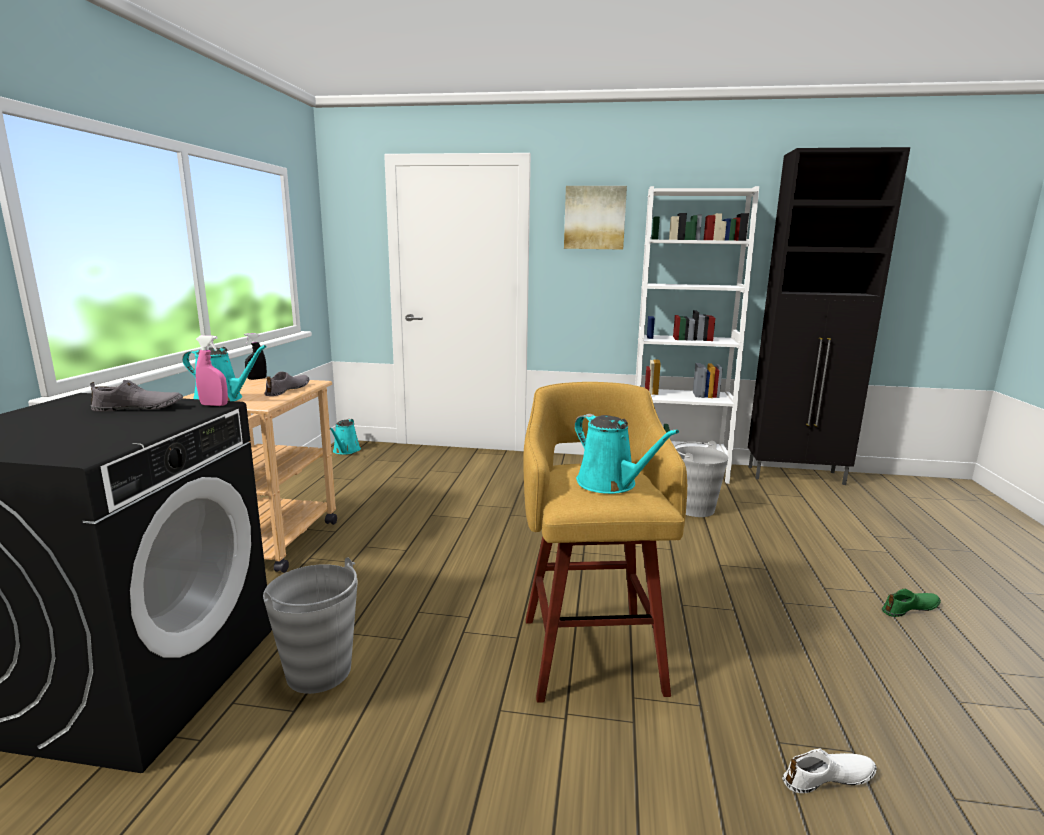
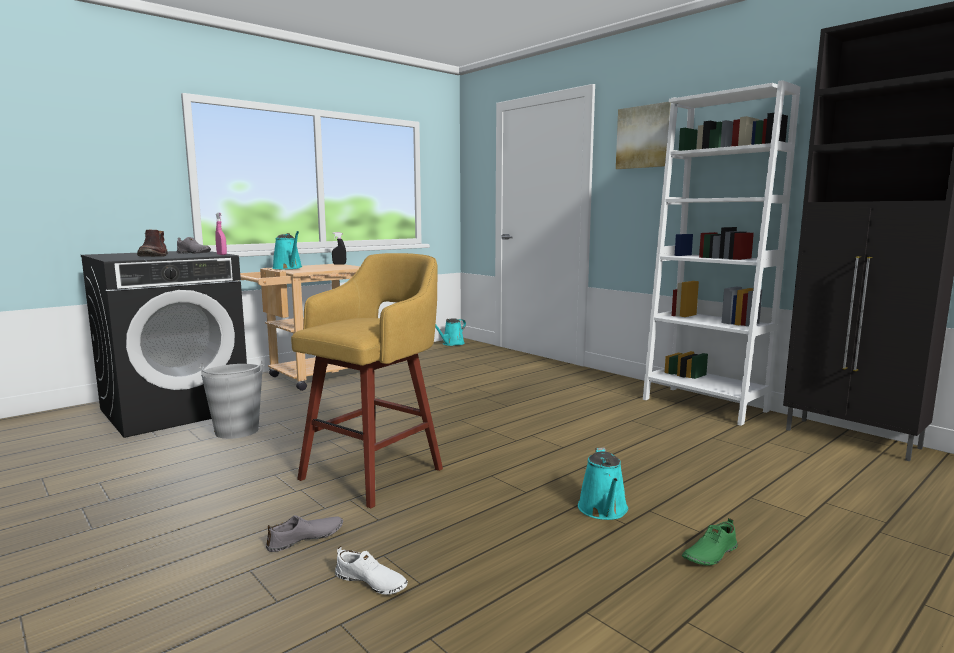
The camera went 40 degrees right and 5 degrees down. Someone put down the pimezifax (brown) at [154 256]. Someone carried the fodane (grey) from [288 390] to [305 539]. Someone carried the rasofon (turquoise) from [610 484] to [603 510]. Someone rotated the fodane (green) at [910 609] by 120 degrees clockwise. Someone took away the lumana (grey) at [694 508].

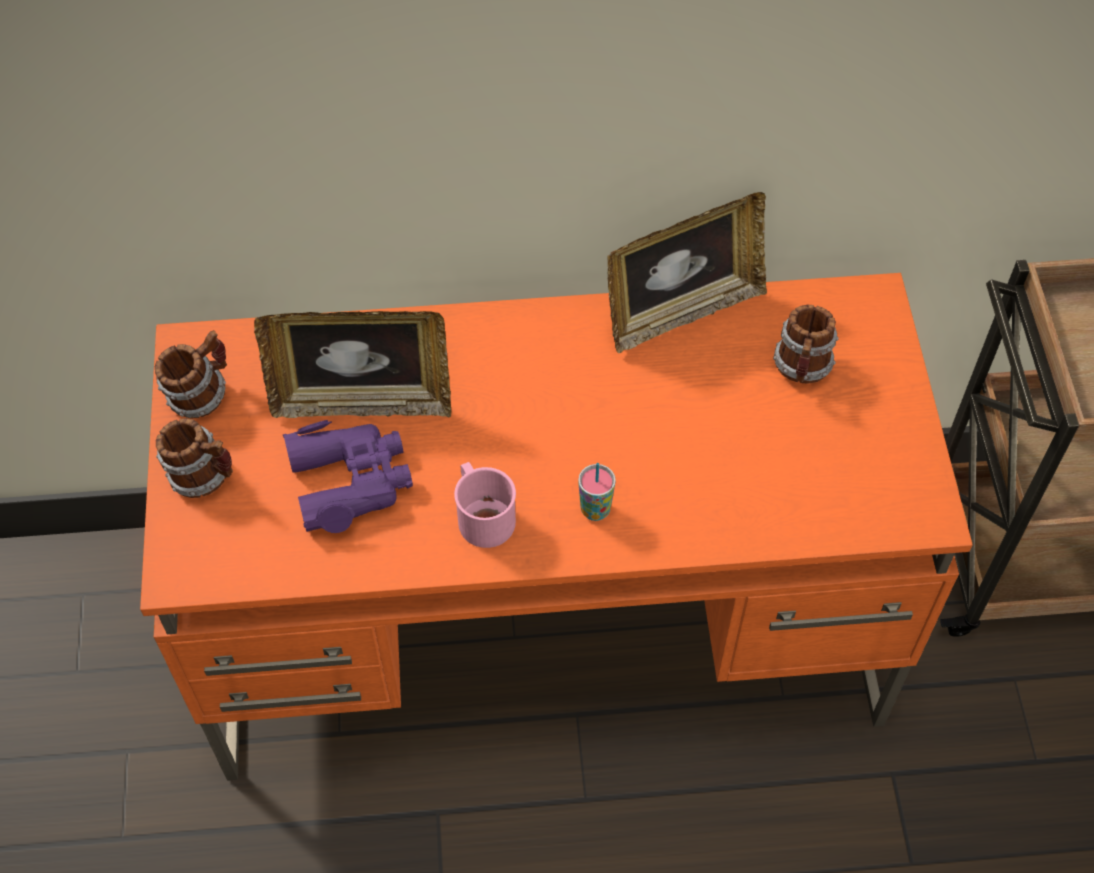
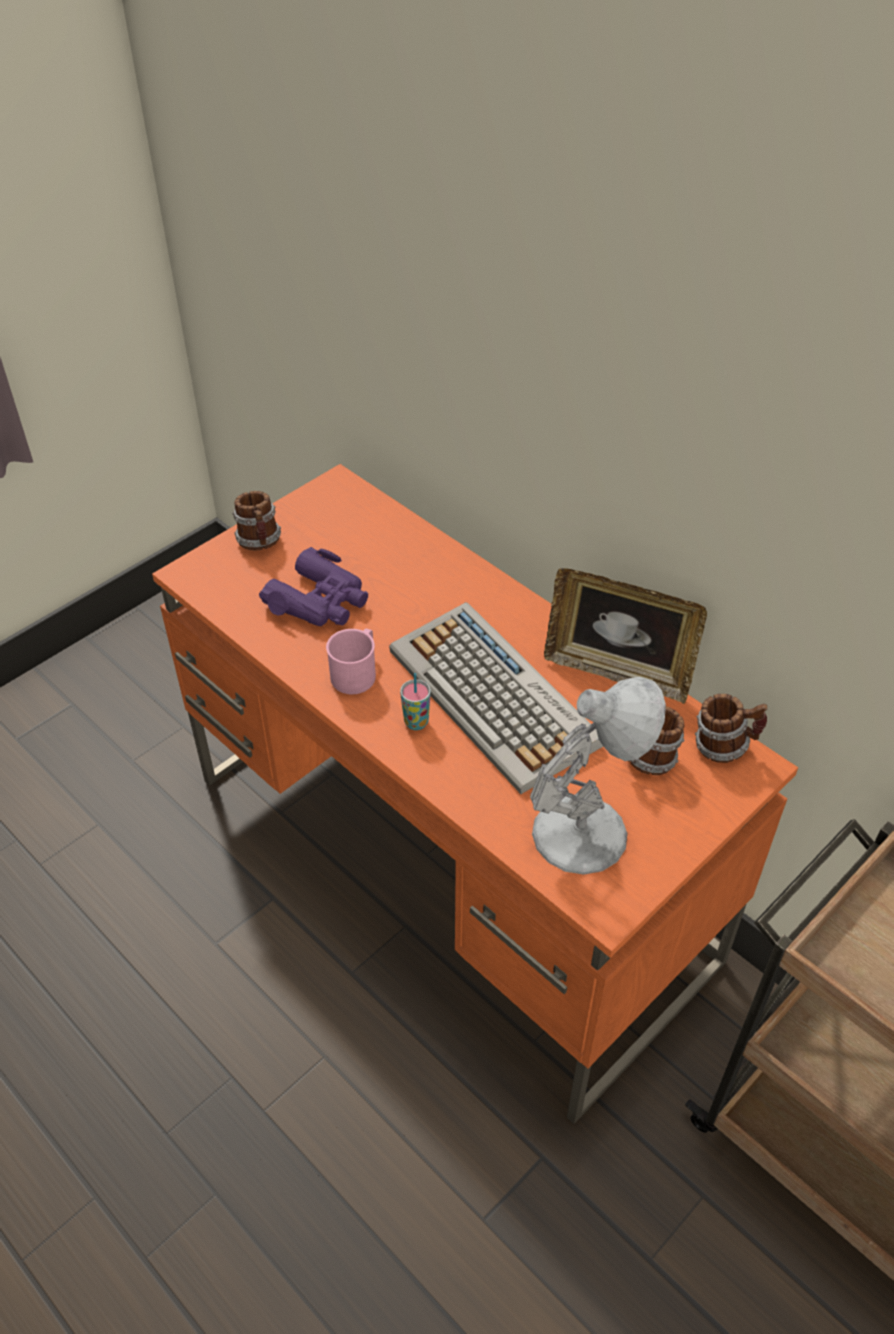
The camera went 50 degrees right and 10 degrees down. Someone put down the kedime at [495 698]. Someone put down the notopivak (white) at [585 832]. Someone carried the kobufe from [200 395] to [723 746]. Someone took away the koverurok at [362 402].

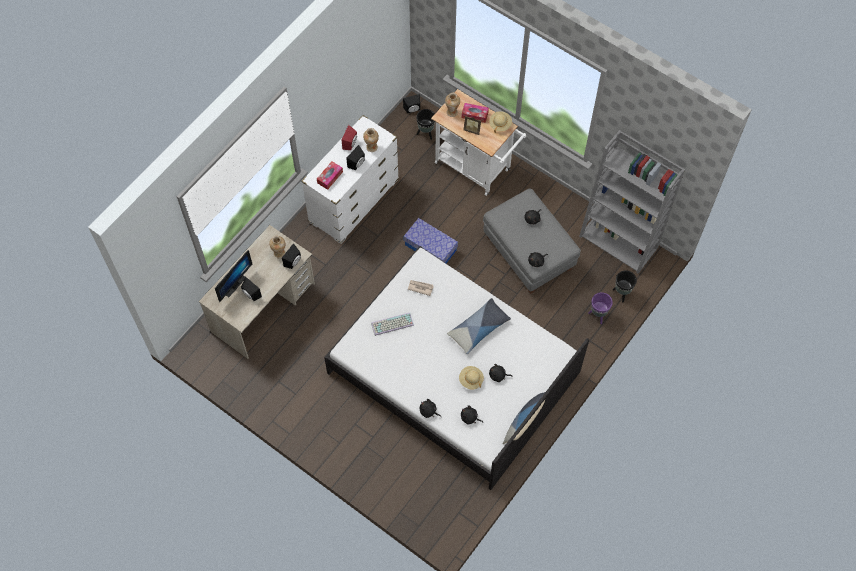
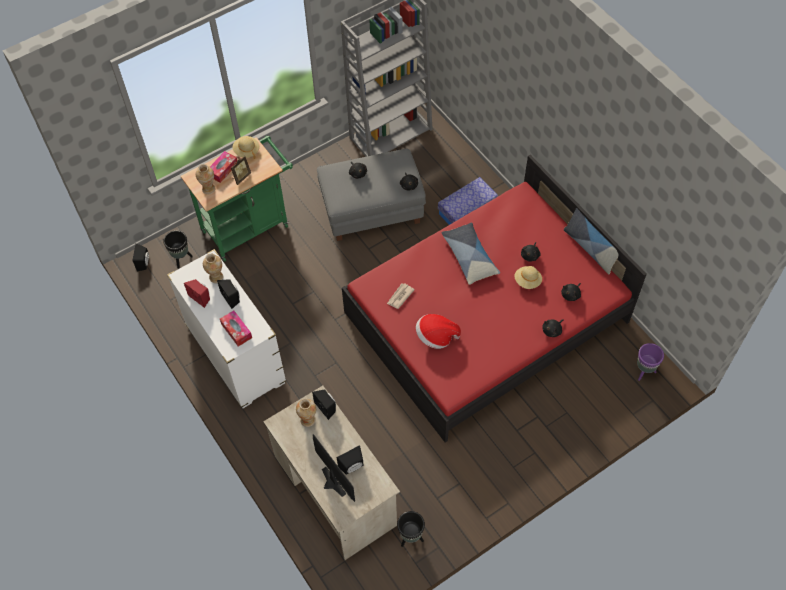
The camera went 70 degrees left and 5 degrees down. Someone repainted the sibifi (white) at [476 168], which became the sibifi (green) at [249 226]. Someone repainted the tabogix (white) at [454 372], which became the tabogix (red) at [486 316]. Someone carried the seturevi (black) from [622 293] to [411 537]. Someone swapped the kedime at [392 325] for the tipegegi at [436 337]. Someone carried the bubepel from [430 247] to [467 210]. Someone carried the seturevi (purple) from [598 315] to [644 372].

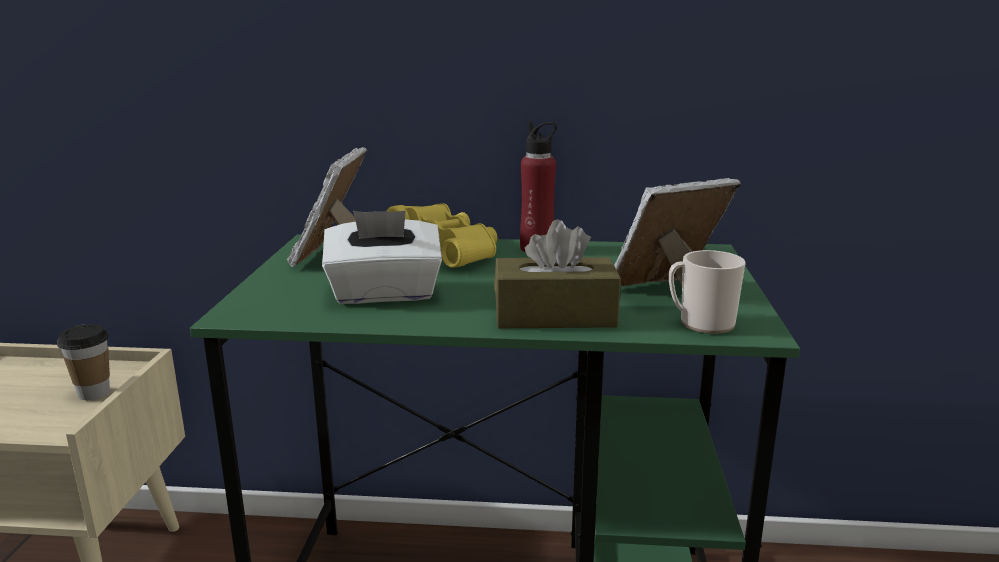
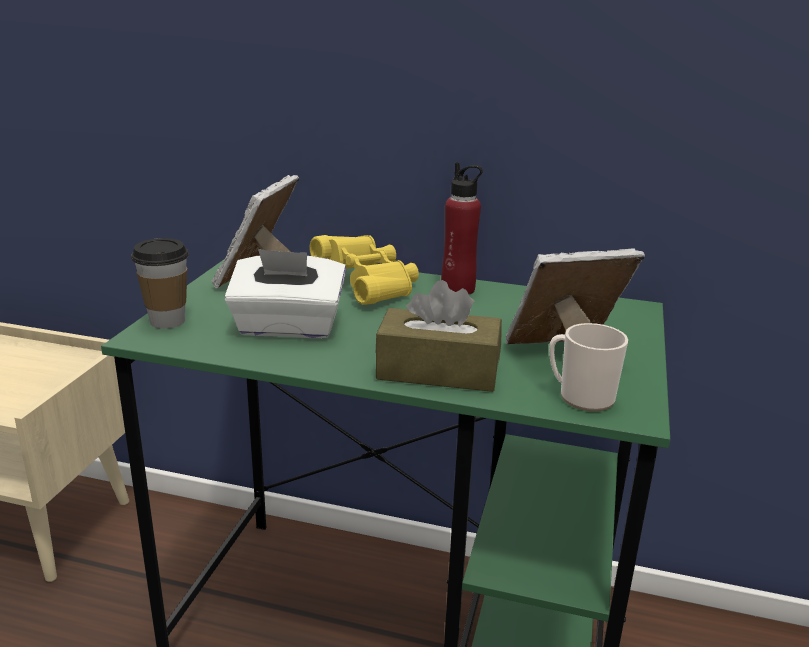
The camera went 10 degrees right and 5 degrees up. Someone carried the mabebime from [94 393] to [167 321].

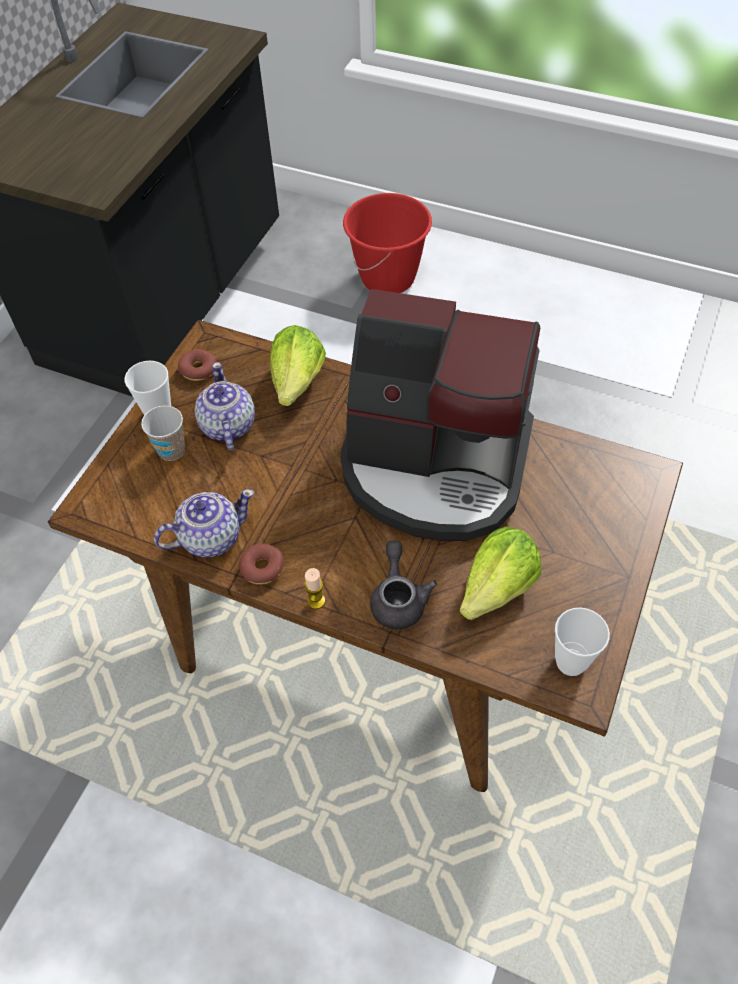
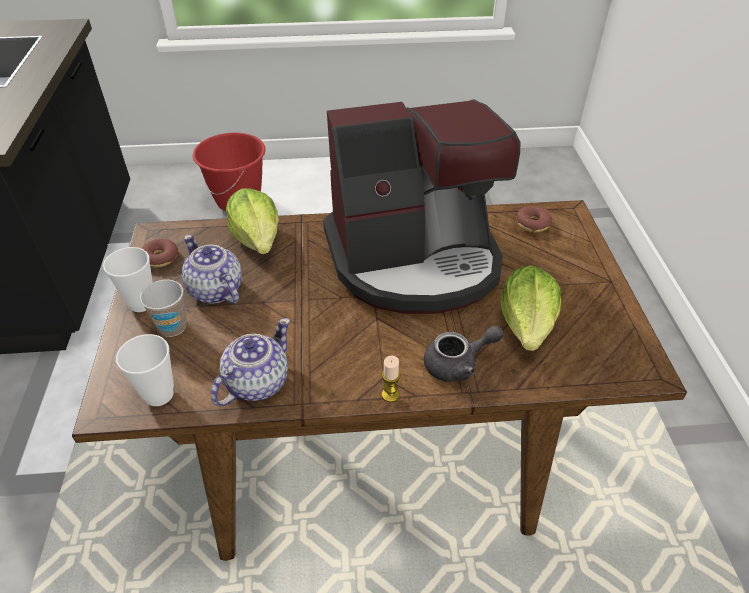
The camera went 30 degrees left and 10 degrees down. Someone carried the mabebime from [571 662] to [159 394]. Someone rotated the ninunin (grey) at [398 598] by 105 degrees clockwise. Someone carried the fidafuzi from [262 568] to [533 224].

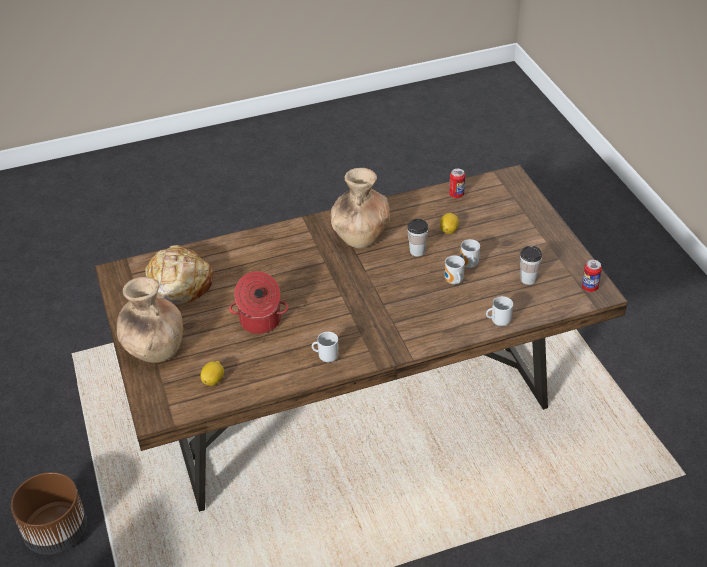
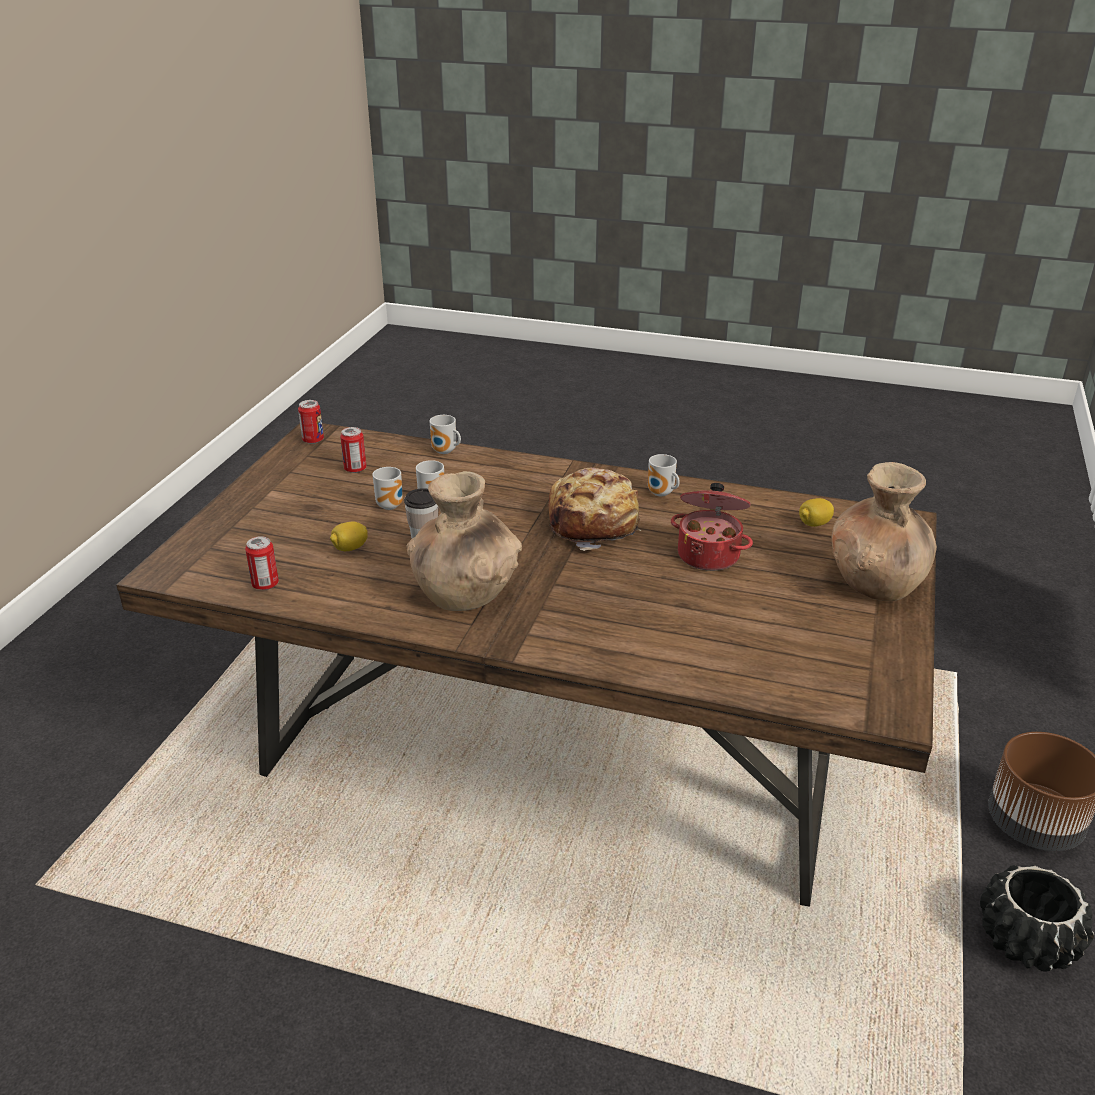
The camera went 145 degrees left and 10 degrees down. Someone swapped the mabebime at [528 279] for the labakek at [355 469]. Someone carried the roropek from [179 284] to [594 524]. Someone put down the seturevi (black) at [1027 942].

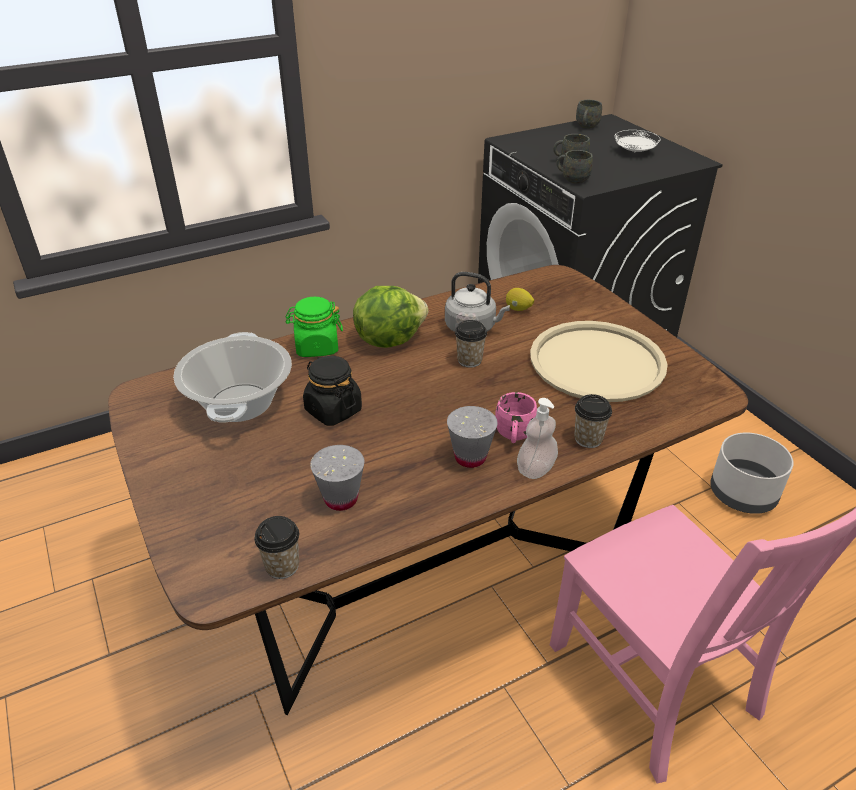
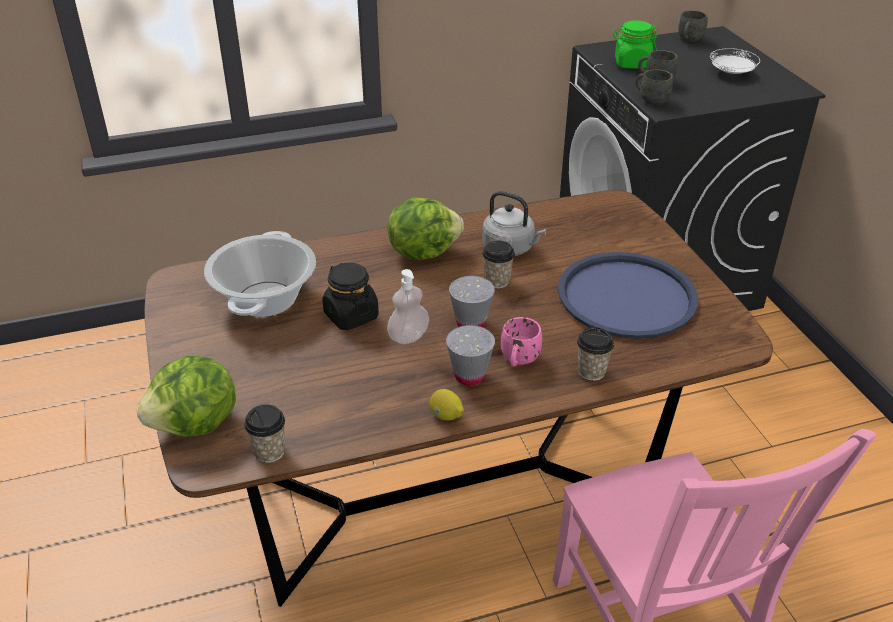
The camera went 10 degrees right and 0 degrees up. Someone put down the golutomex at [196 425]. Someone carried the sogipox from [535 469] to [408 337]. Someone carried the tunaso from [518 309] to [446 416]. Someone carried the mabebime (grey) from [341 499] to [471 323]. Someone repainted the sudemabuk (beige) at [596 362], which became the sudemabuk (blue) at [626 296]. Someone carried the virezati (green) from [316 347] to [632 63]. Someone took away the seturevi (grey) at [742 494].

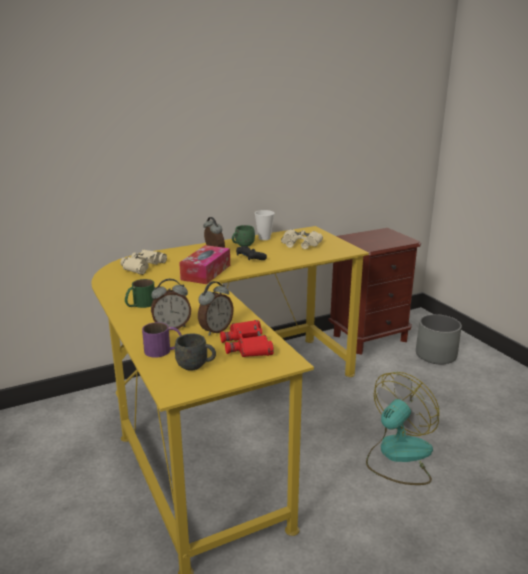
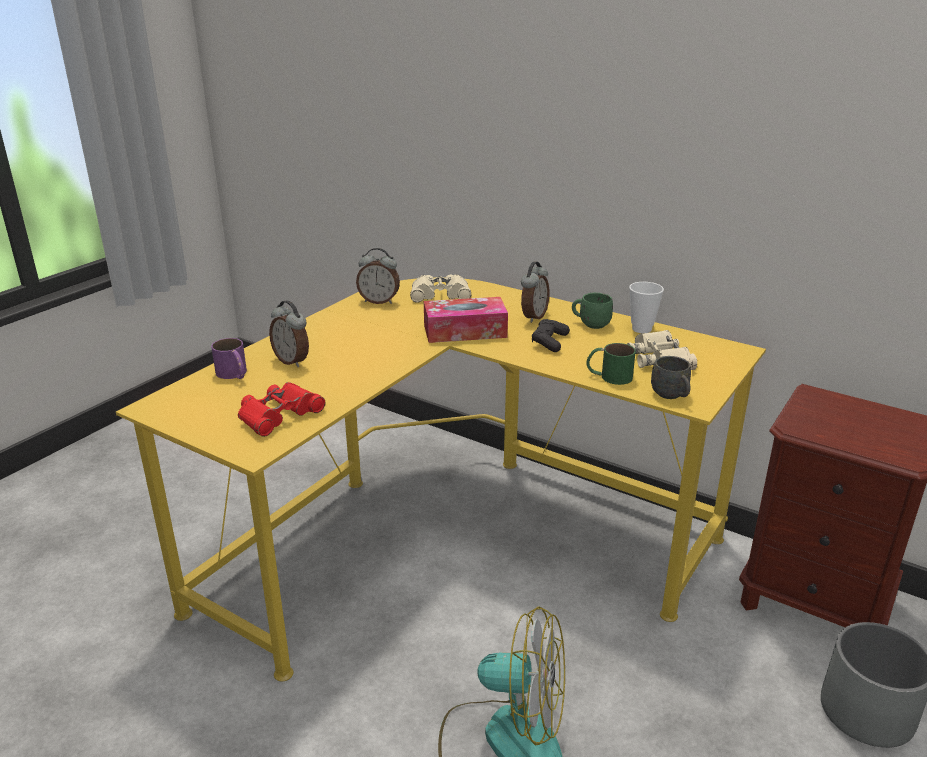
The camera went 60 degrees right and 5 degrees up. Someone carried the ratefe from [215 330] to [379 301]. Someone carried the kobufe (green) from [140 304] to [608 376]. Someone carried the kobufe (grey) from [196 365] to [671 396].

